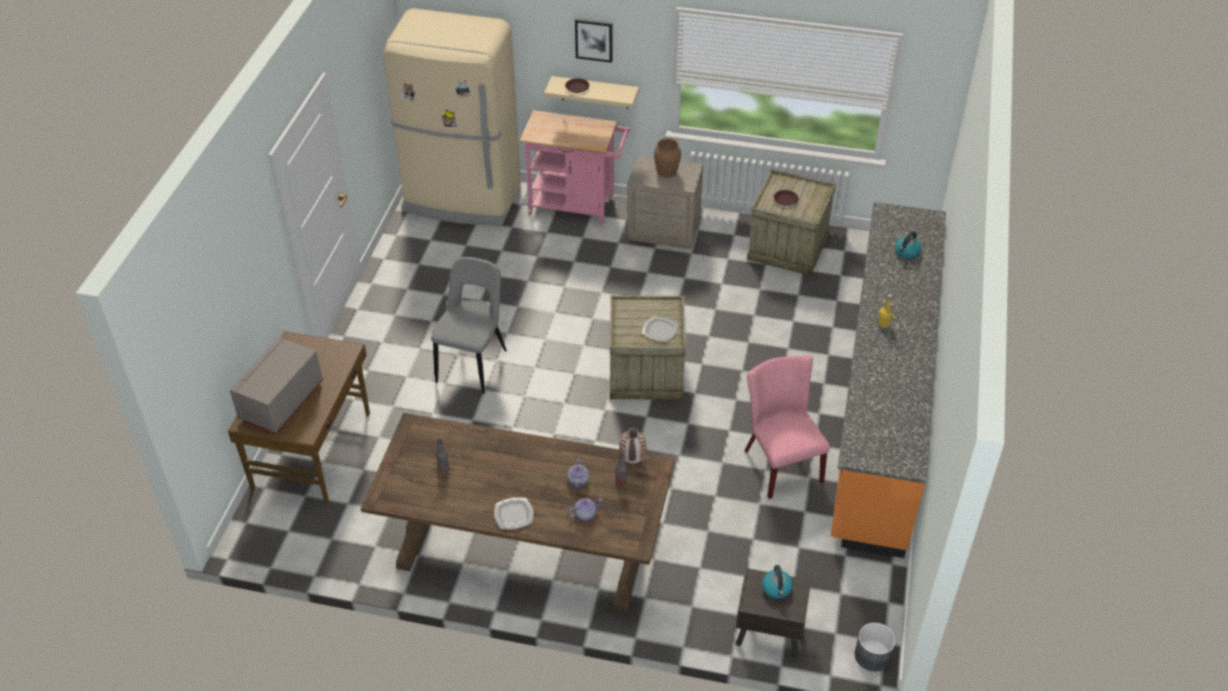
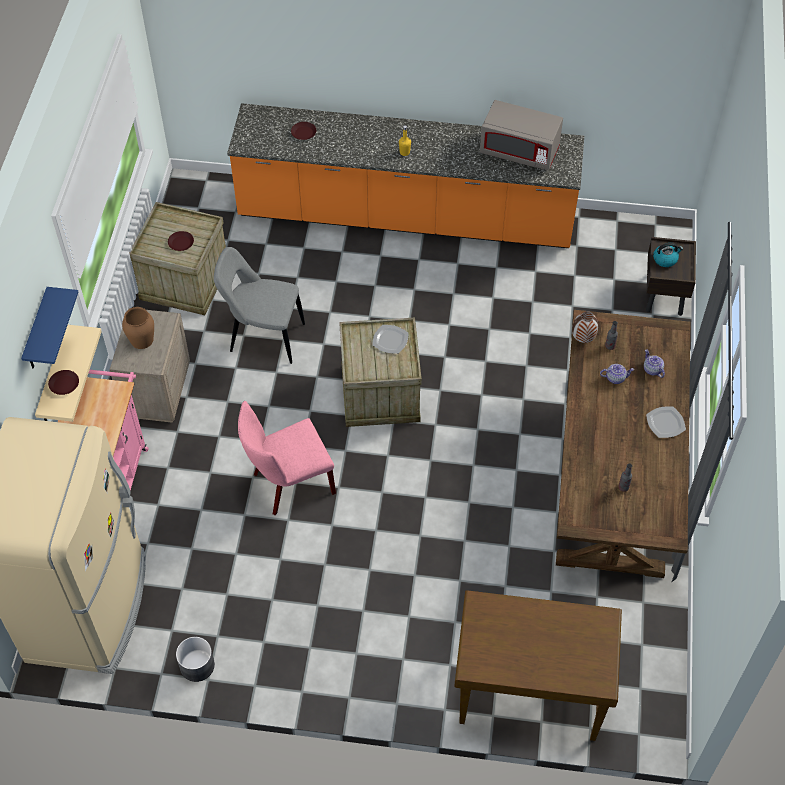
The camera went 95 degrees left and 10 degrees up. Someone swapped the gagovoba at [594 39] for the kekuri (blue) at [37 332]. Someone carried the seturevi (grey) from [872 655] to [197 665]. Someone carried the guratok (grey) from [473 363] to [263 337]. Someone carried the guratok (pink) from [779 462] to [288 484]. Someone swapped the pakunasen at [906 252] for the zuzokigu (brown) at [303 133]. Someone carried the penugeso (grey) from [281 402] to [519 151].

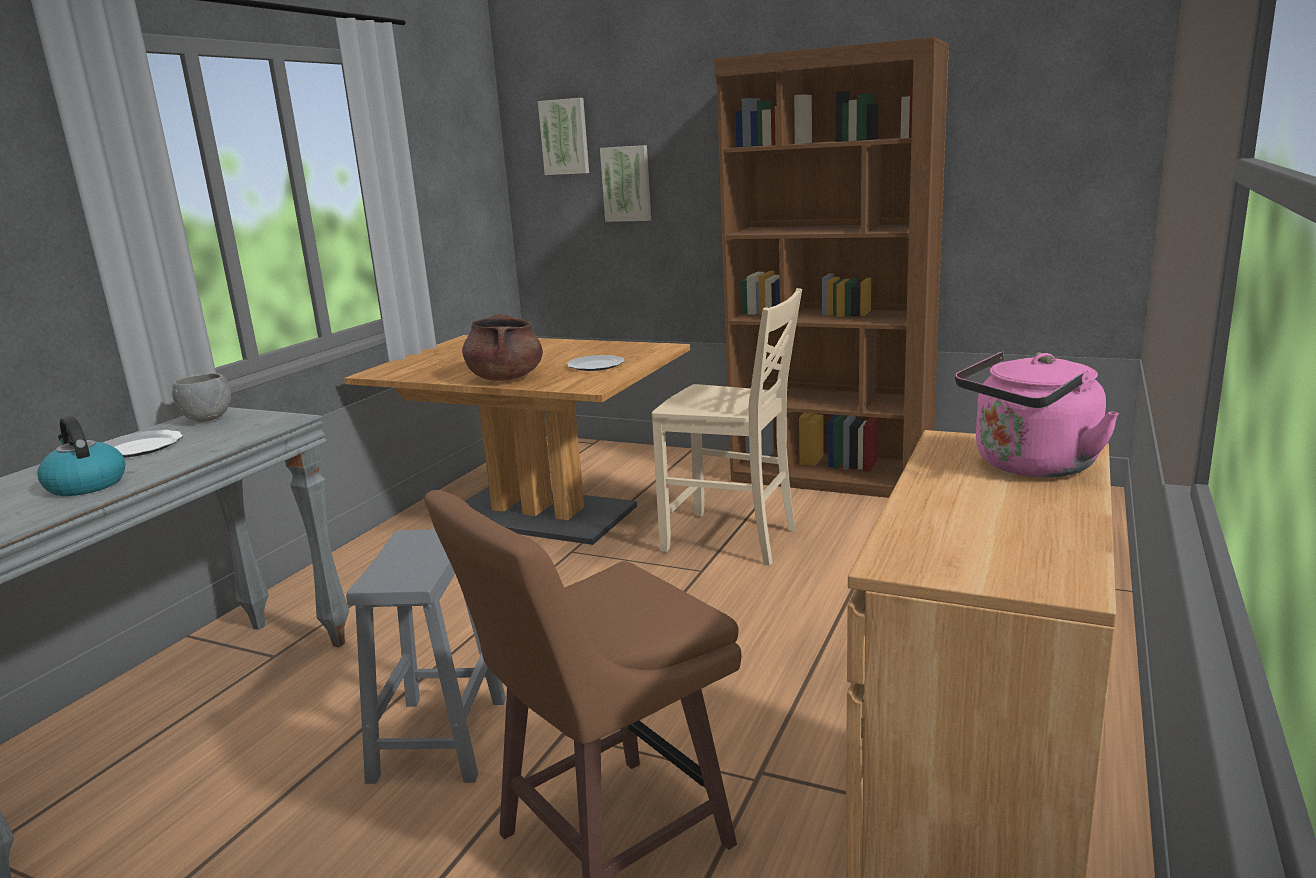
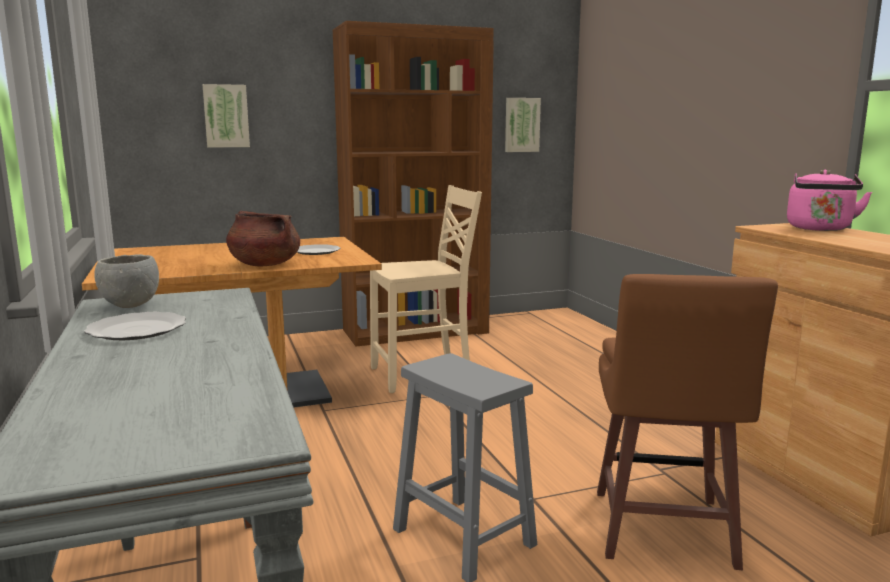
The camera went 45 degrees left and 5 degrees down. Someone carried the gagovoba from [565 137] to [521 125]. Someone took away the pakunasen at [85 485].

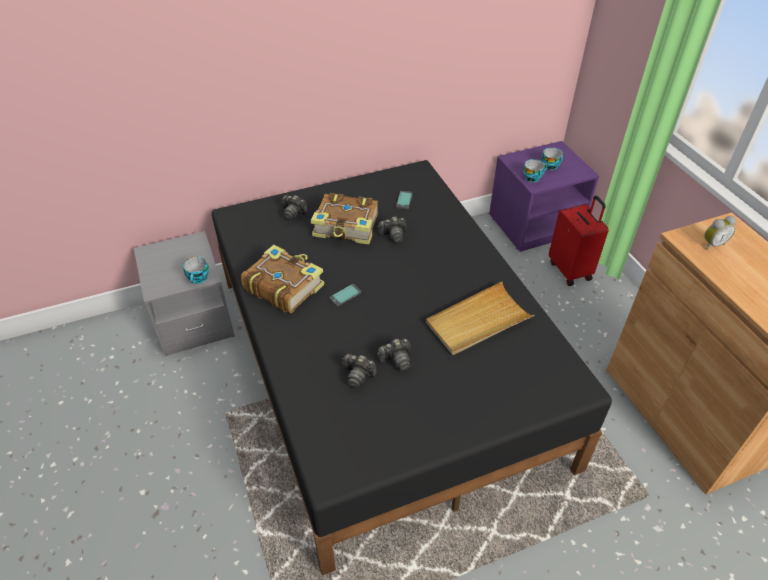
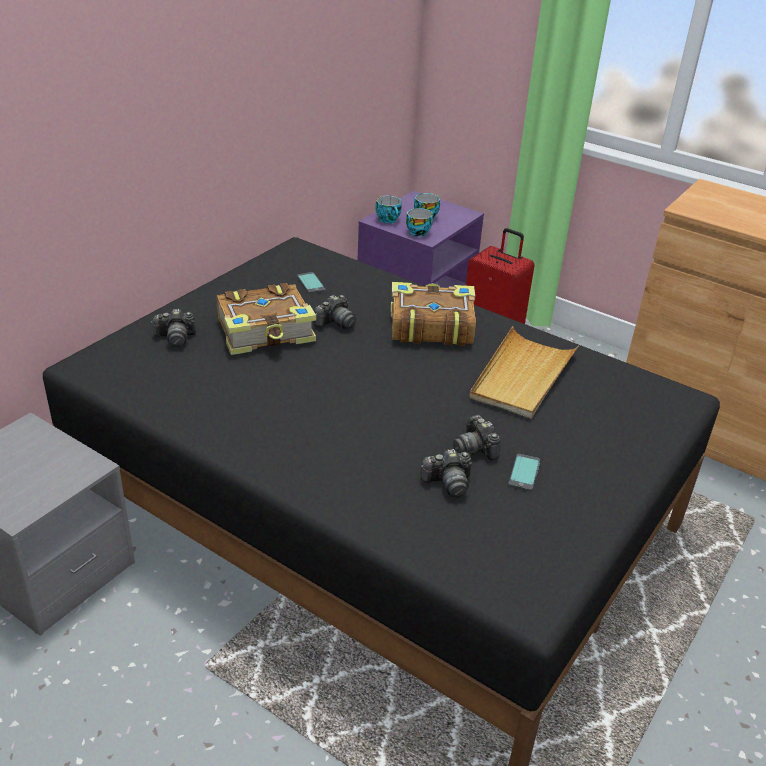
The camera went 35 degrees left and 10 degrees down. Someone carried the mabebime from [199 279] to [389 220]. Someone carried the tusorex from [283 286] to [430 326]. Someone rotated the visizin at [396 360] by 120 degrees clockwise. Someone carried the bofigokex from [345 296] to [524 473]. Someone took away the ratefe at [712 244].

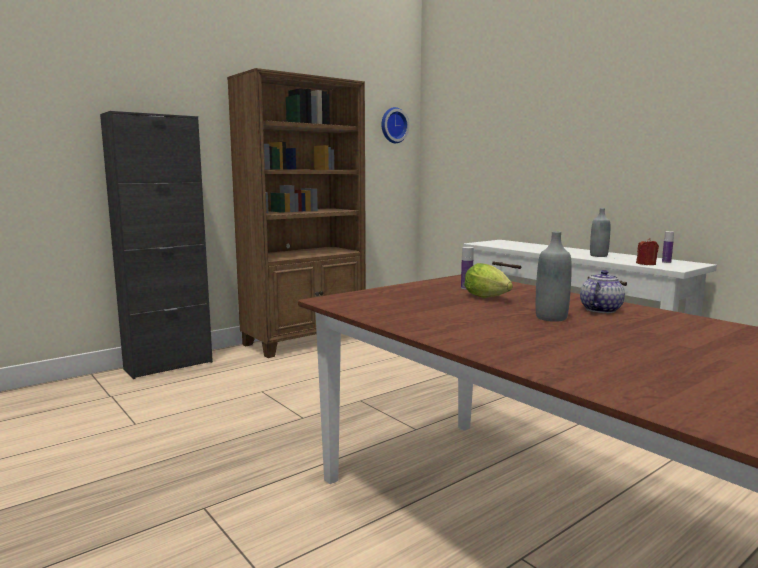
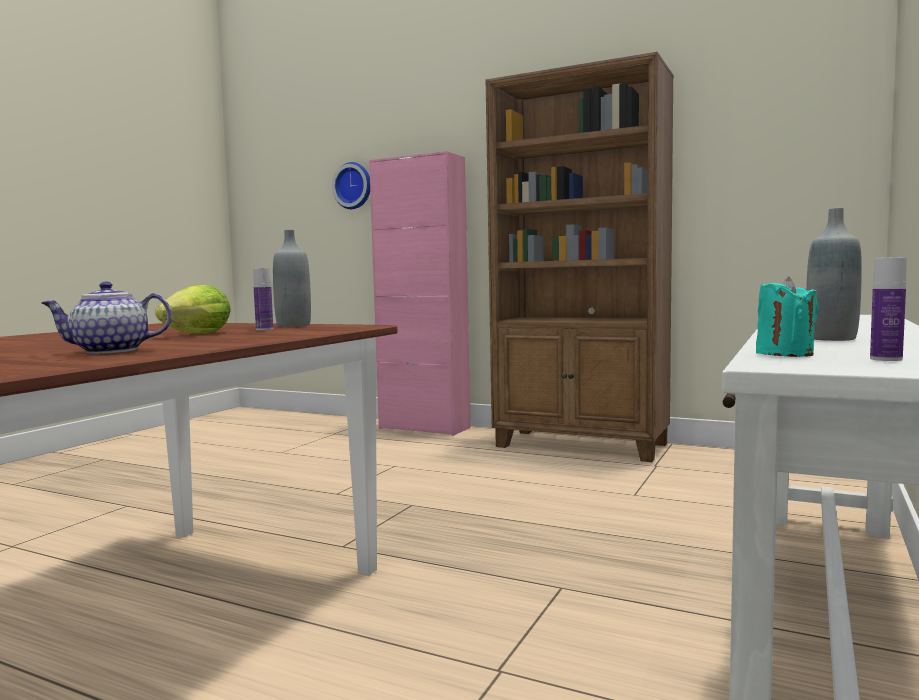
The camera went 65 degrees right and 5 degrees down. Someone rotated the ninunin at [600 309] by 150 degrees clockwise. Someone carried the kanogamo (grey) from [551 318] to [293 326]. Someone carried the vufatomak from [393 125] to [354 186]. Someone repainted the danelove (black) at [168 365], which became the danelove (pink) at [424 428]. Someone repainted the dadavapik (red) at [646 264], which became the dadavapik (turquoise) at [784 354].

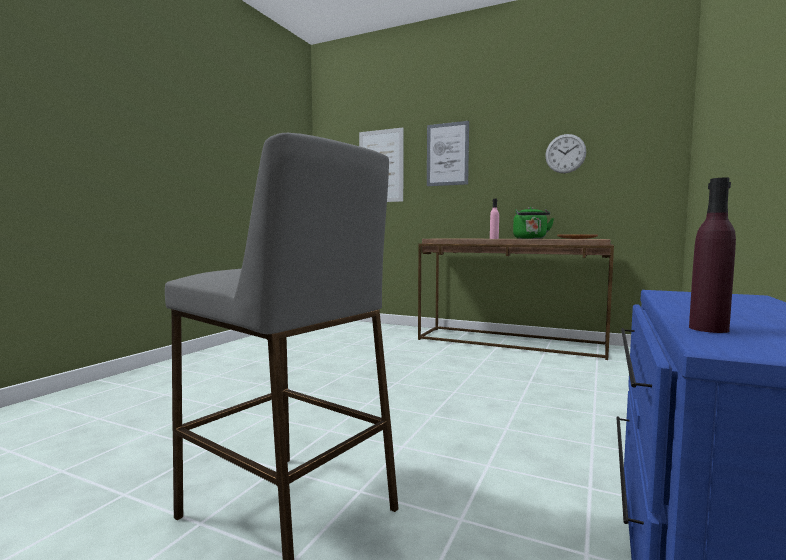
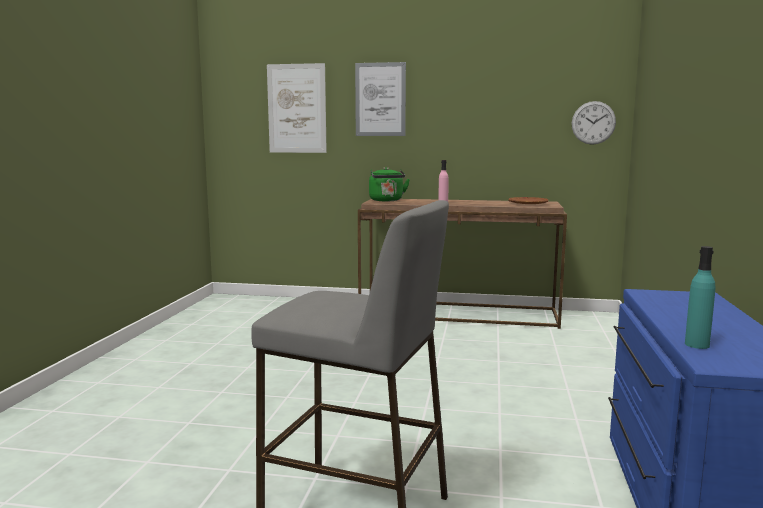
The camera went 15 degrees left and 5 degrees up. Someone carried the pakunasen (green) from [530 238] to [387 200]. Someone carried the vufatomak from [565 153] to [593 123]. Someone repainted the kanogamo (purple) at [708 329], which became the kanogamo (turquoise) at [697 345].

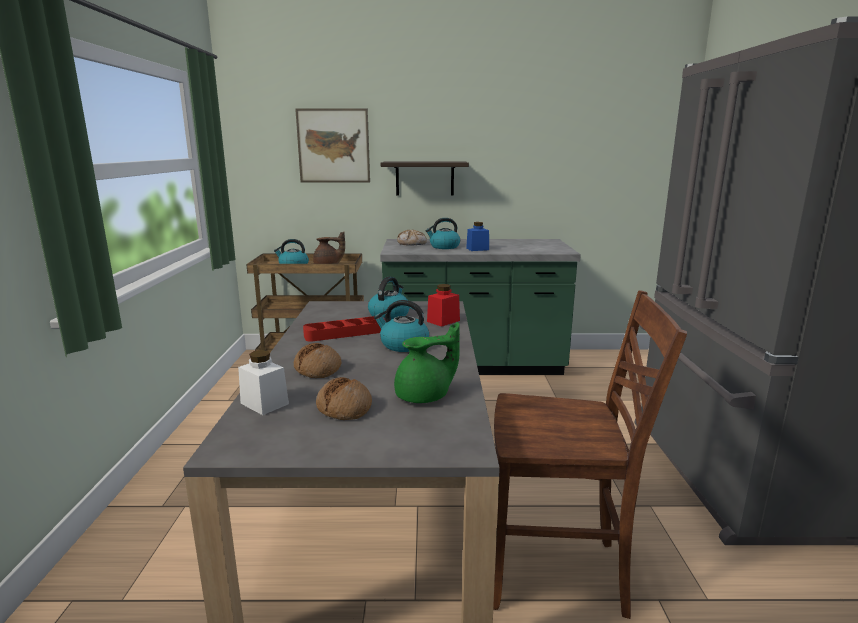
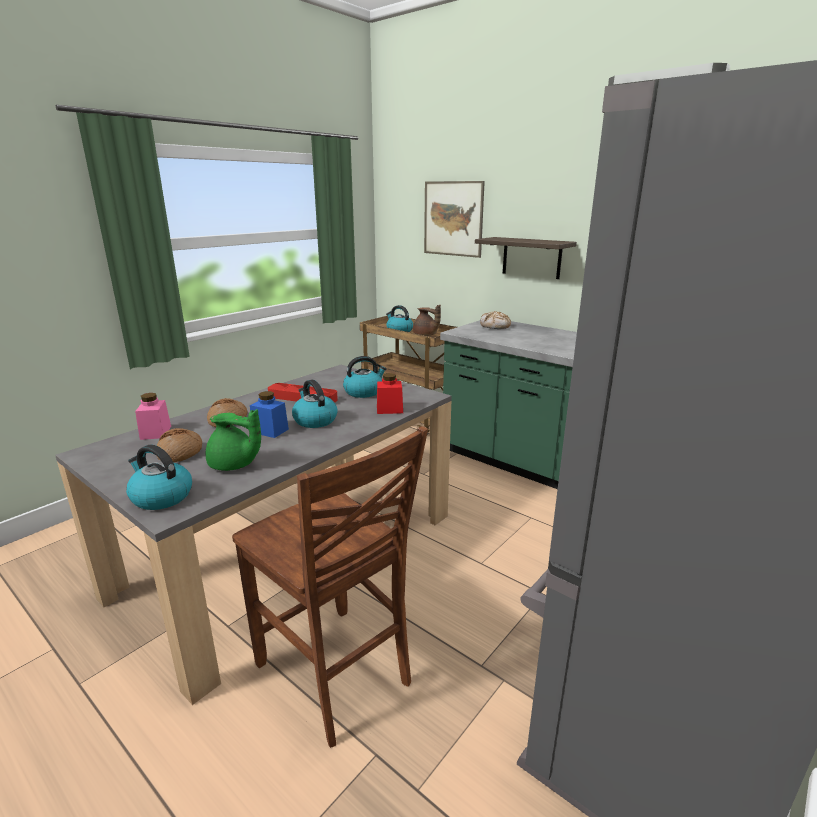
The camera went 40 degrees right and 5 degrees up. Someone carried the pakunasen from [444 247] to [161 497]. Someone repainted the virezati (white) at [264 403], which became the virezati (pink) at [156 432]. Someone carried the virezati (blue) from [477 249] to [270 431].

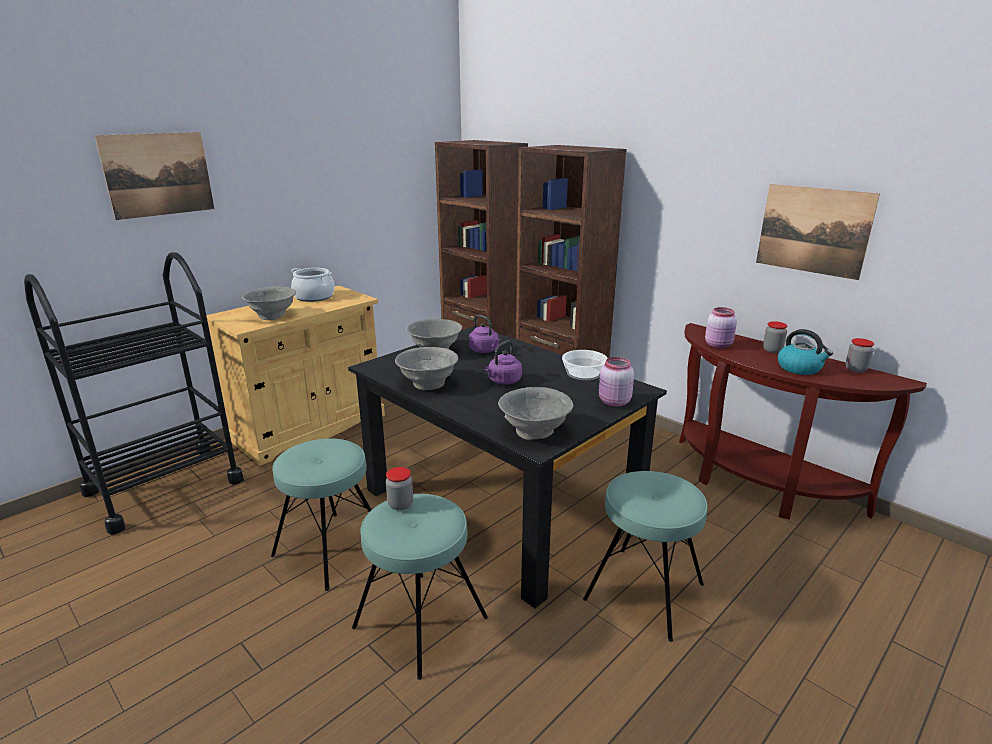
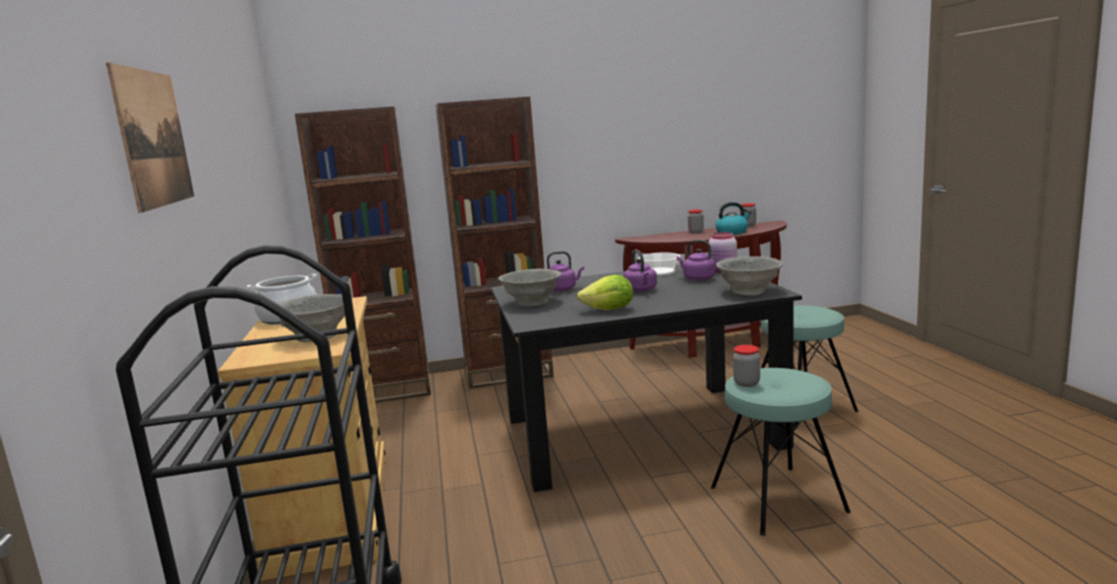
The camera went 55 degrees left and 10 degrees down. Someone swapped the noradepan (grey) at [427 384] for the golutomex at [609 310]. Someone put down the pakunasen (purple) at [697 278]. Someone took away the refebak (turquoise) at [331 549]. Someone took away the virezati (pink) at [719 345]. Someone took away the gagovoba at [813 230].

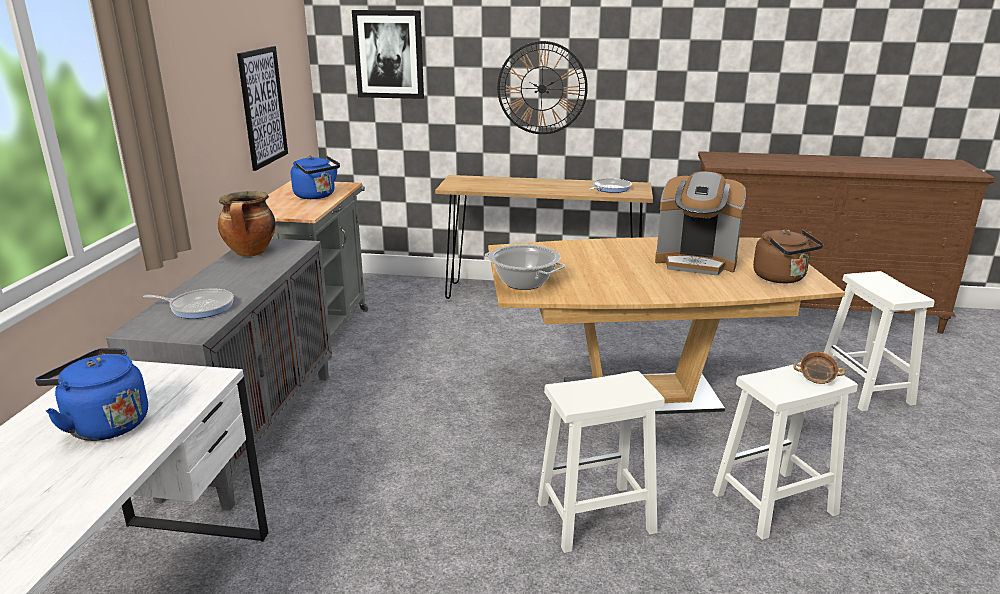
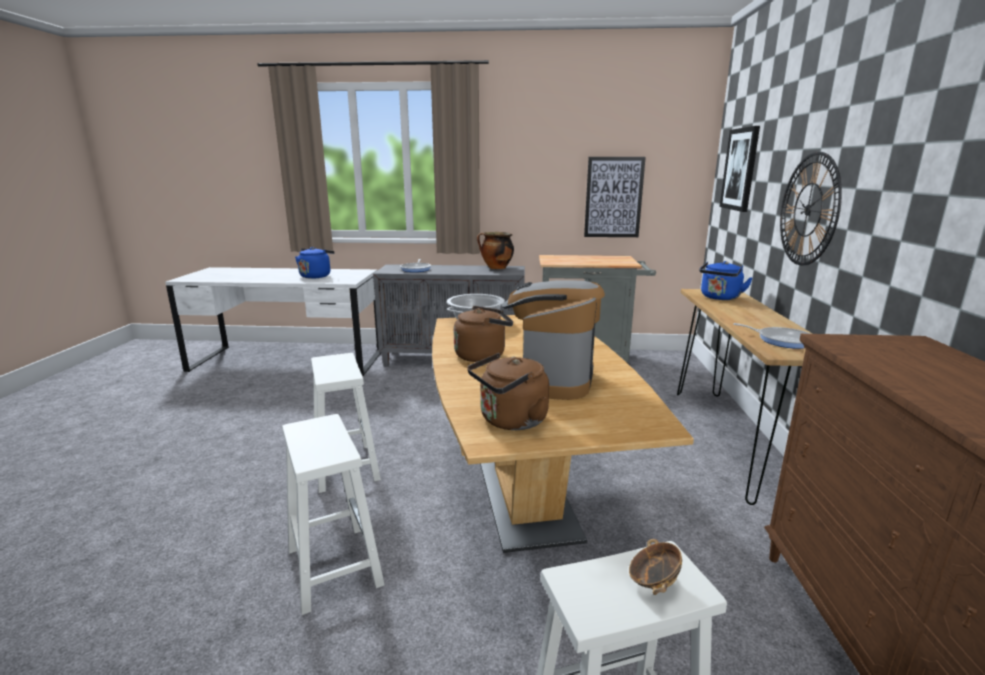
The camera went 85 degrees right and 5 degrees down. Someone put down the pakunasen (brown) at [483 355]. Someone carried the noradepan from [816 380] to [652 582]. Someone carried the pakunasen (blue) from [316 196] to [719 298].

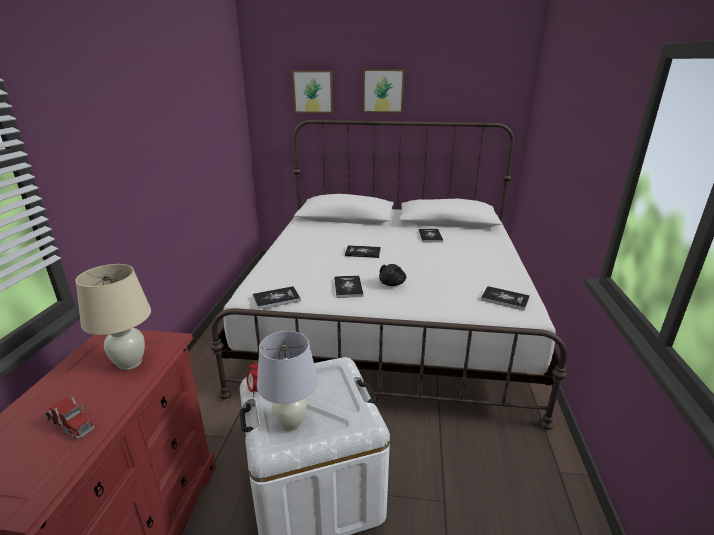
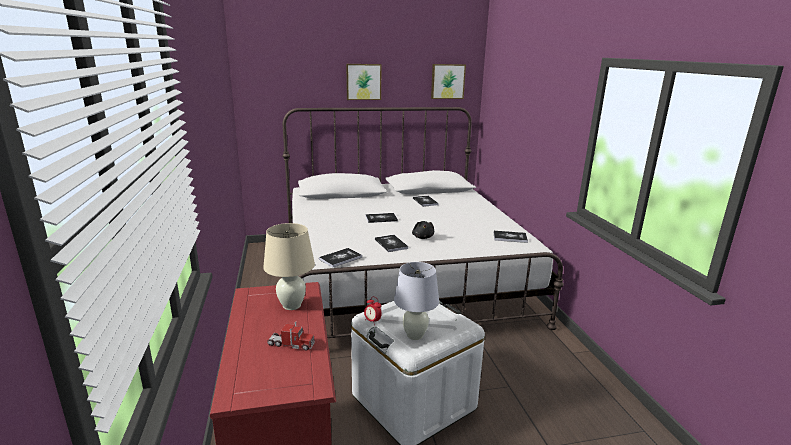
The camera went 20 degrees left and 5 degrees down. Someone carried the gagovoba from [313 91] to [447 81].

